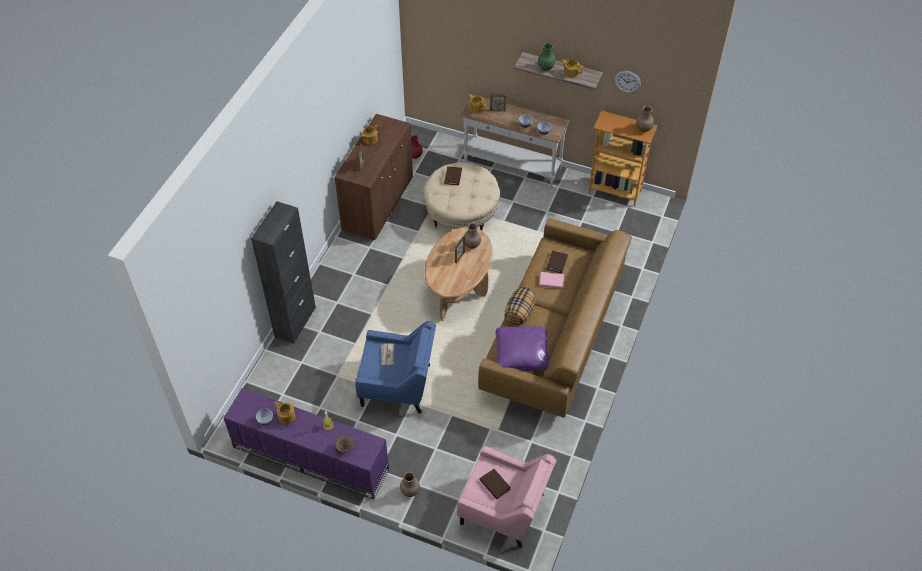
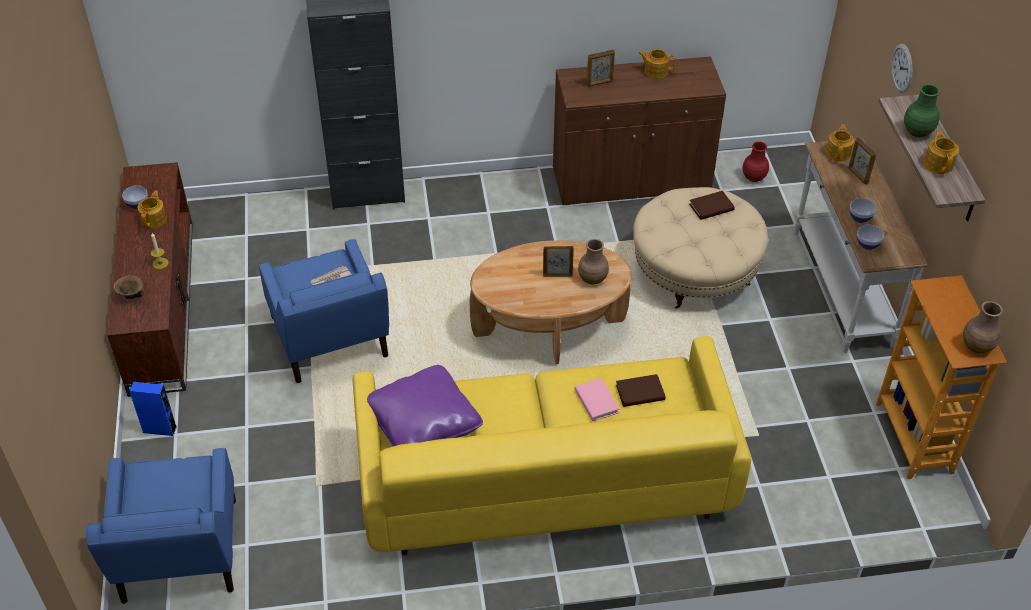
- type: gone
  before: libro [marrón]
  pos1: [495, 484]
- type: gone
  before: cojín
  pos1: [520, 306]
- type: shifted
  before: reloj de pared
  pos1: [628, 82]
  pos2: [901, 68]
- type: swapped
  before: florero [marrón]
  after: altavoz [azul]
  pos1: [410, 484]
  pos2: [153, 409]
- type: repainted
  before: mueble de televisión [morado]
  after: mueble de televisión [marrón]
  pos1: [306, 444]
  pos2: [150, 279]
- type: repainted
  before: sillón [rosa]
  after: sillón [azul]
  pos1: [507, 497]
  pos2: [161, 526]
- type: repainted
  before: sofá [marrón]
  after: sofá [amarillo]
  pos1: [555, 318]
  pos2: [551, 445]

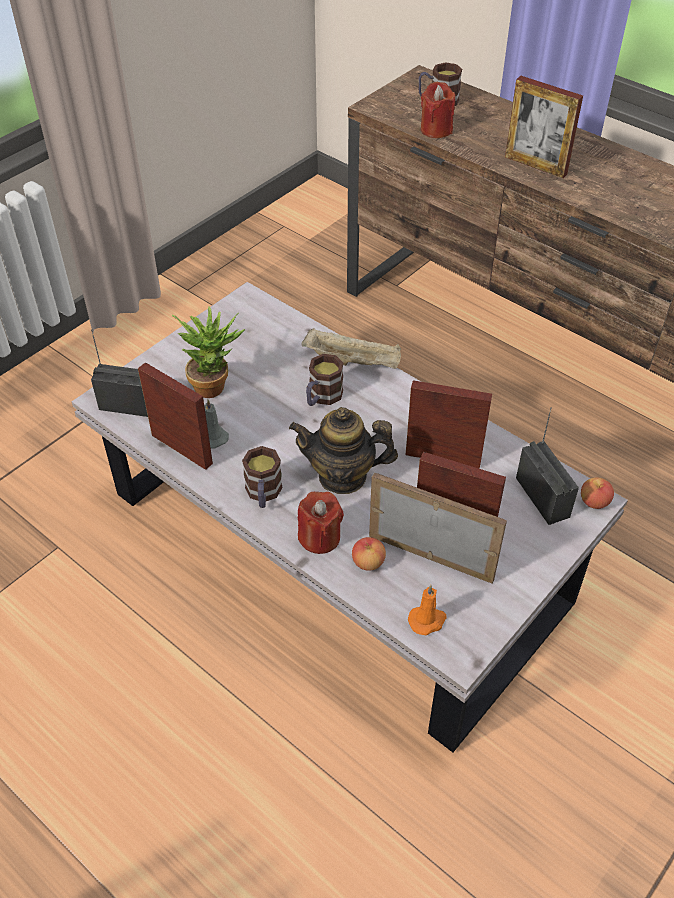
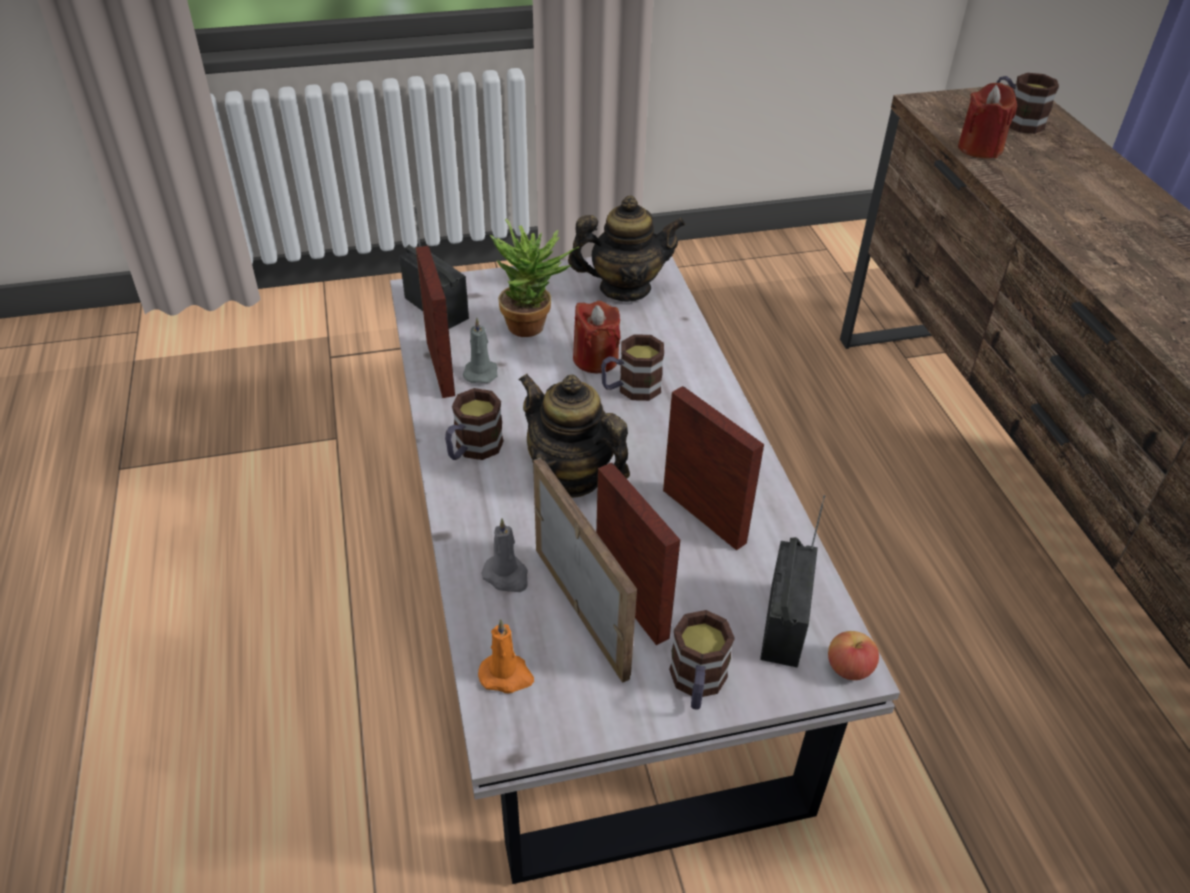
- type: gone
  before: bandeja [beis]
  pos1: [351, 348]
- type: gone
  before: portarretratos
  pos1: [544, 127]
- type: new
  after: tetera
  pos2: [627, 249]
- type: new
  after: taza grande
  pos2: [702, 660]
- type: shifted
  before: vela [rojo]
  pos1: [321, 523]
  pos2: [597, 337]
- type: swapped
  before: manzana
  after: vela [gris]
  pos1: [369, 554]
  pos2: [505, 555]

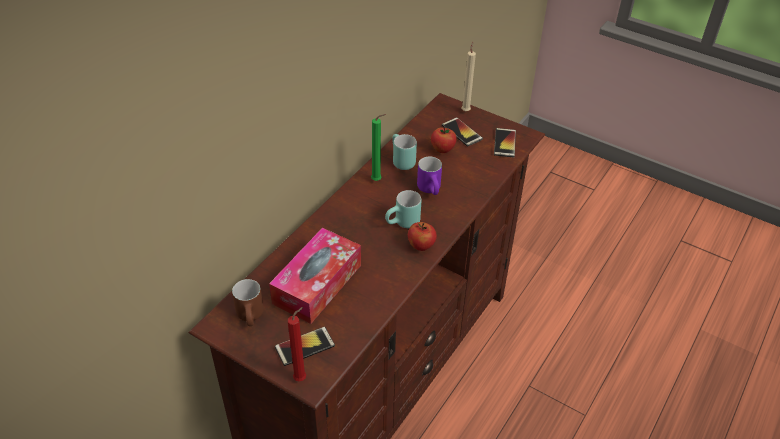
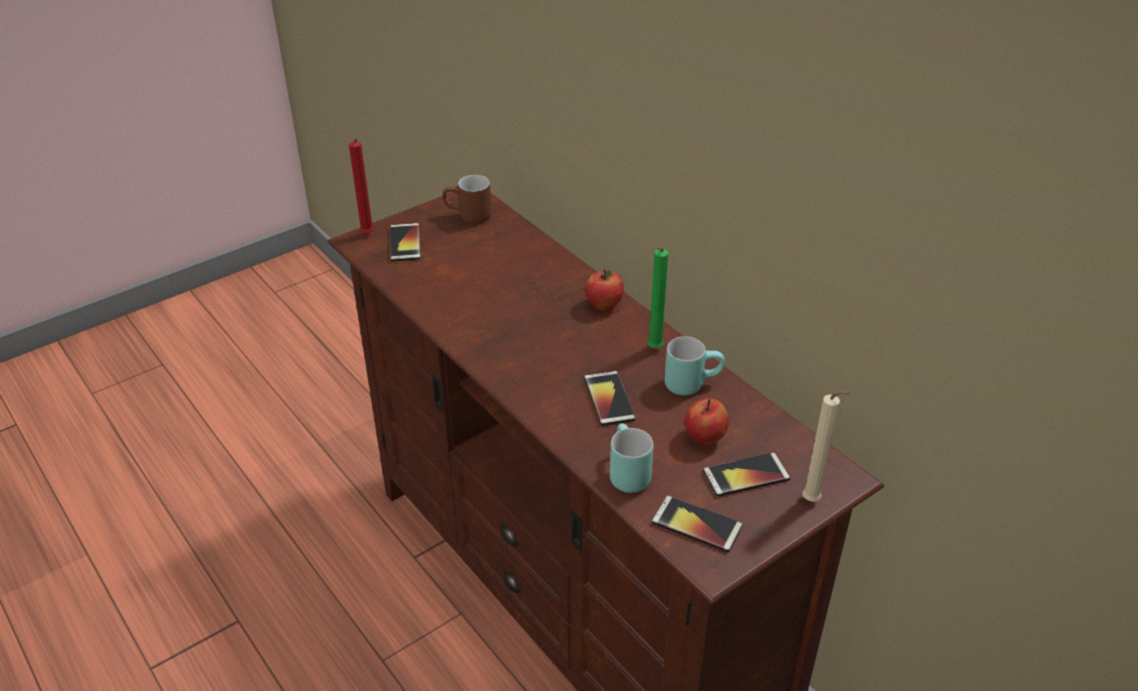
- type: gone
  before: caja de pañuelos
  pos1: [315, 276]
- type: shifted
  before: taza grande [turquesa]
  pos1: [403, 209]
  pos2: [632, 458]
- type: shifted
  before: manzana
  pos1: [422, 236]
  pos2: [604, 290]
- type: swapped
  before: taza grande [morado]
  after: móvil
  pos1: [429, 176]
  pos2: [610, 398]

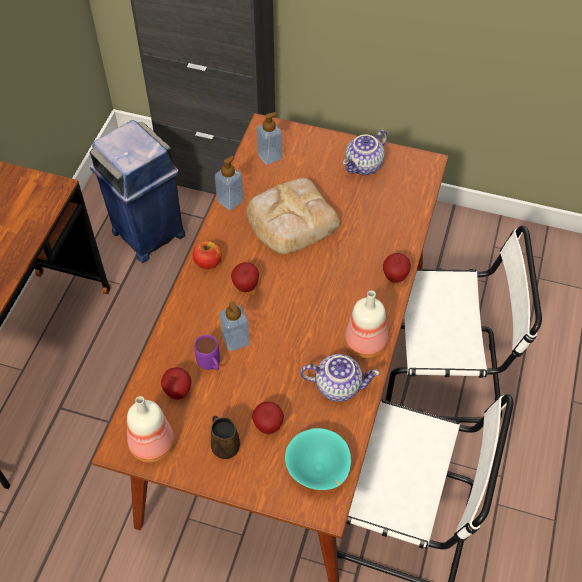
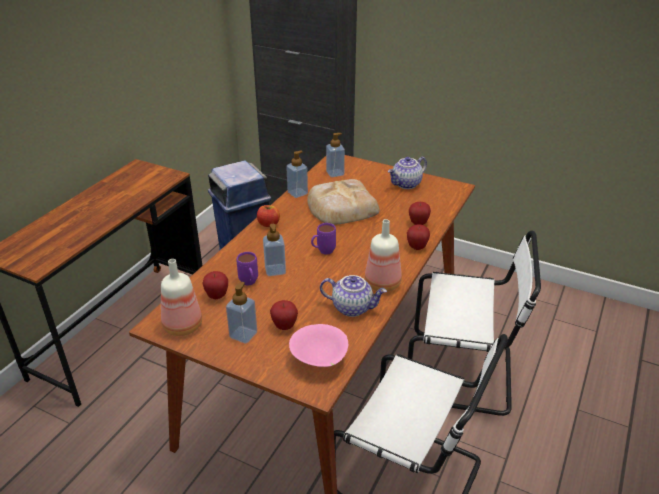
- type: new
  after: taza grande [morado]
  pos2: [323, 239]
- type: shifted
  before: manzana
  pos1: [245, 277]
  pos2: [420, 213]
- type: swapped
  before: taza grande [marrón]
  after: dispensador de jabón
  pos1: [225, 437]
  pos2: [241, 313]
- type: repainted
  before: cuenco [turquesa]
  after: cuenco [rosa]
  pos1: [318, 459]
  pos2: [318, 345]

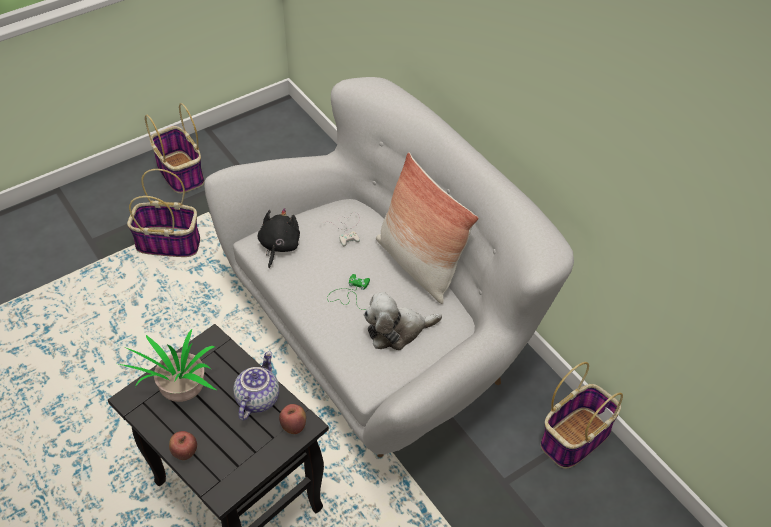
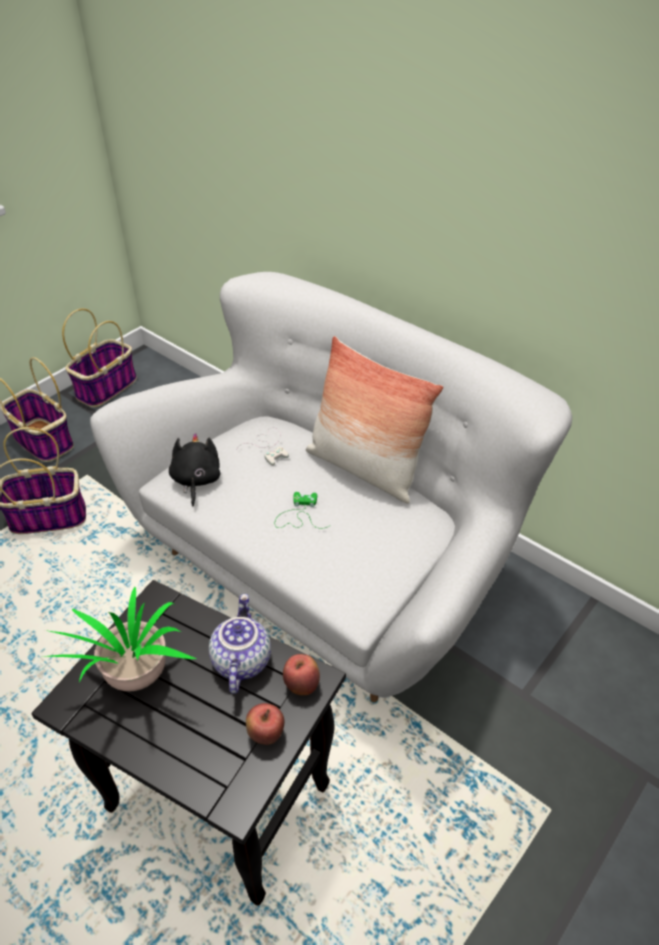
- type: gone
  before: peluche
  pos1: [402, 321]
- type: shifted
  before: manzana
  pos1: [183, 445]
  pos2: [265, 724]
- type: shifted
  before: cesta
  pos1: [582, 415]
  pos2: [99, 357]

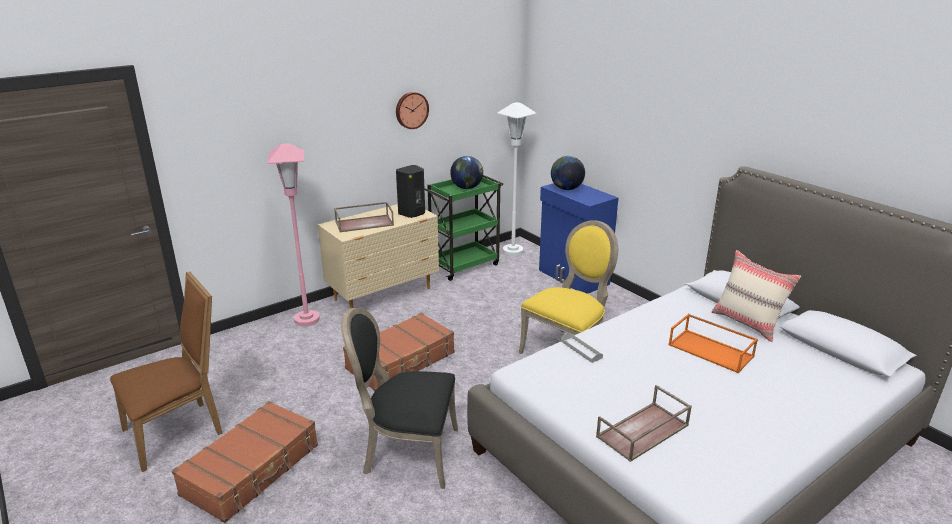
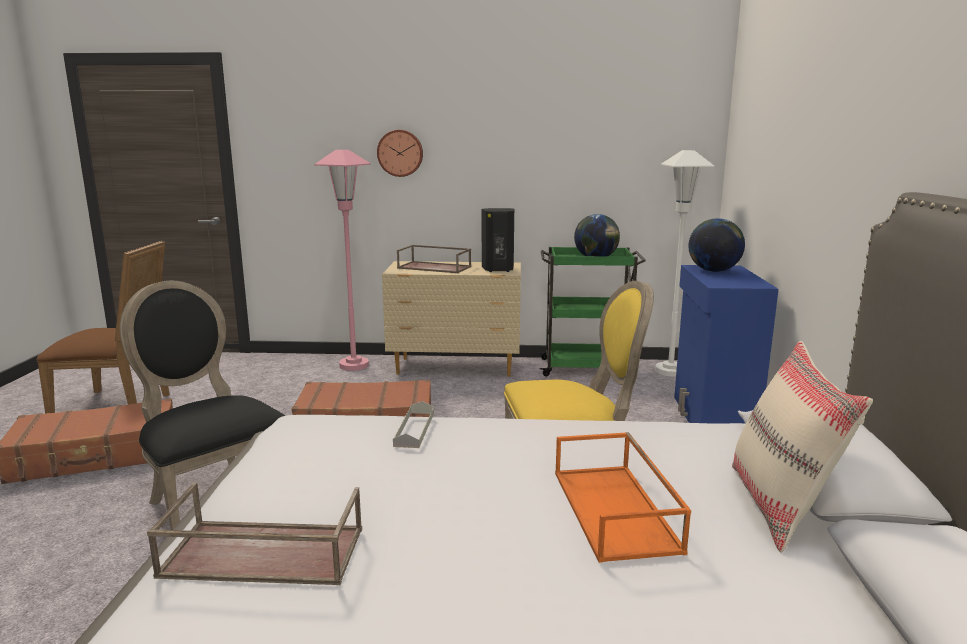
- type: shifted
  before: reloj de pared
  pos1: [412, 110]
  pos2: [400, 153]

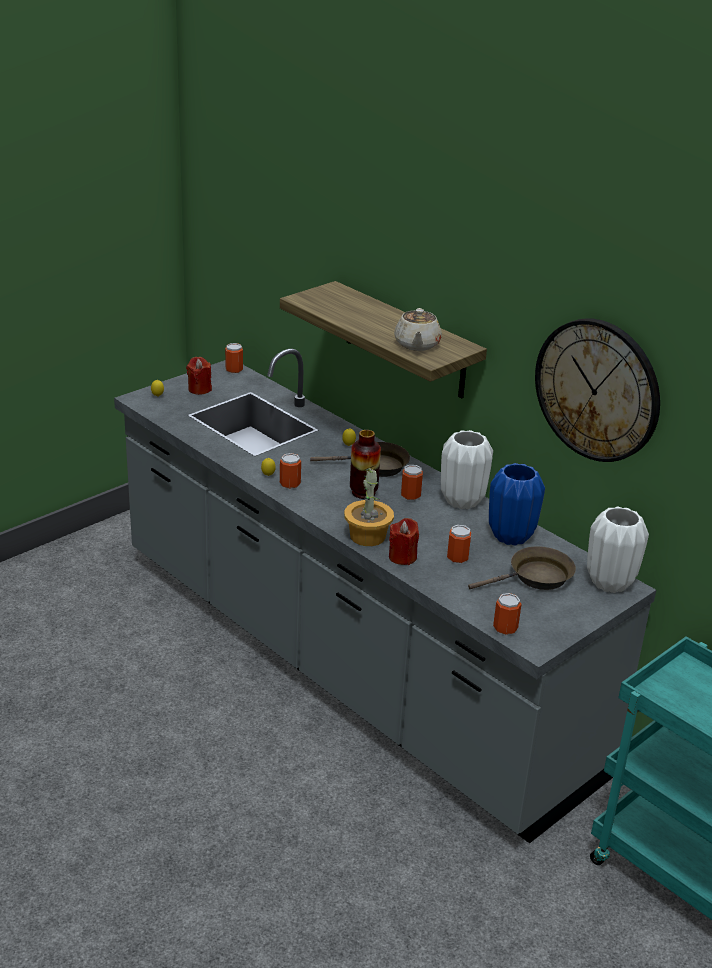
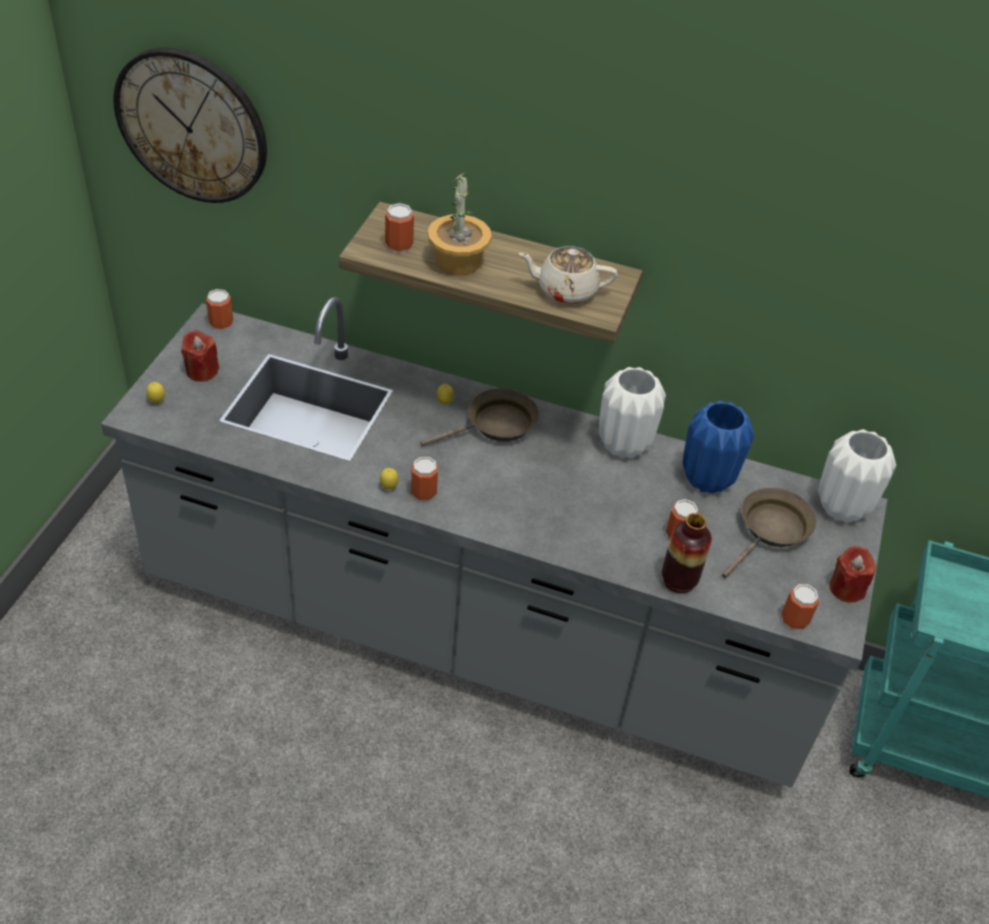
- type: shifted
  before: planta en maceta
  pos1: [369, 505]
  pos2: [459, 223]
- type: shifted
  before: florero
  pos1: [365, 464]
  pos2: [687, 553]
- type: shifted
  before: vela [rojo]
  pos1: [404, 541]
  pos2: [852, 574]
- type: shifted
  before: lata
  pos1: [412, 483]
  pos2: [399, 227]
- type: shifted
  before: reloj de pared
  pos1: [597, 390]
  pos2: [190, 125]
- type: rotated
  before: tetera [beis]
  pos1: [418, 329]
  pos2: [568, 275]
  turn: 120

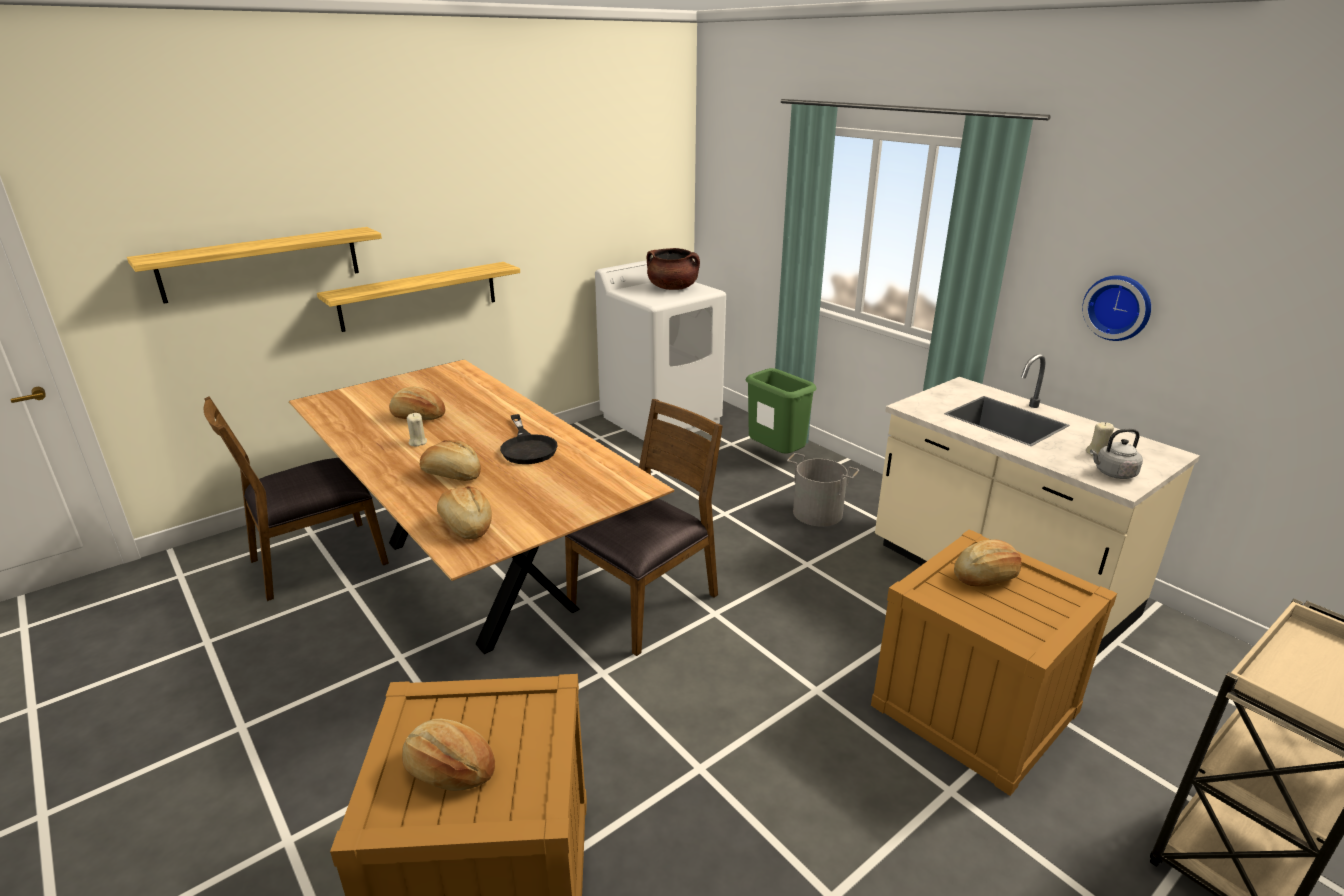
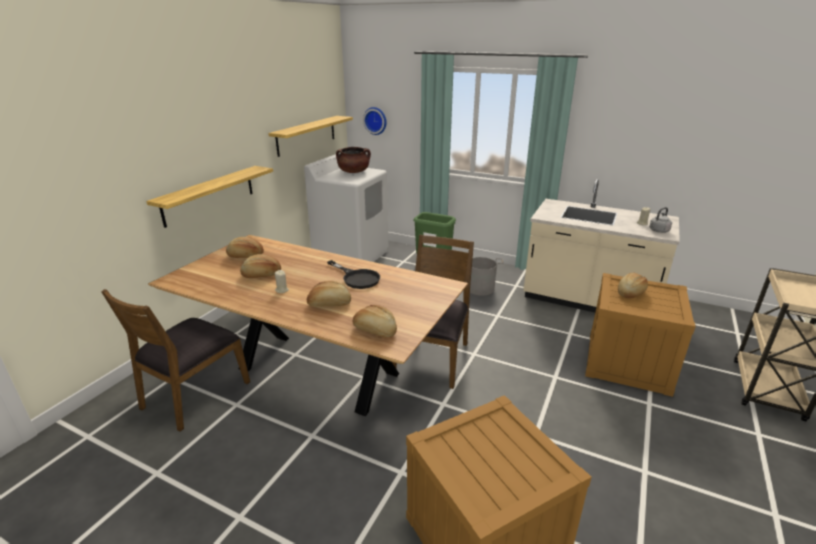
- type: shifted
  before: estante
  pos1: [254, 265]
  pos2: [310, 136]
- type: shifted
  before: pan
  pos1: [448, 755]
  pos2: [245, 247]
- type: shifted
  before: reloj de pared
  pos1: [1116, 308]
  pos2: [375, 121]

